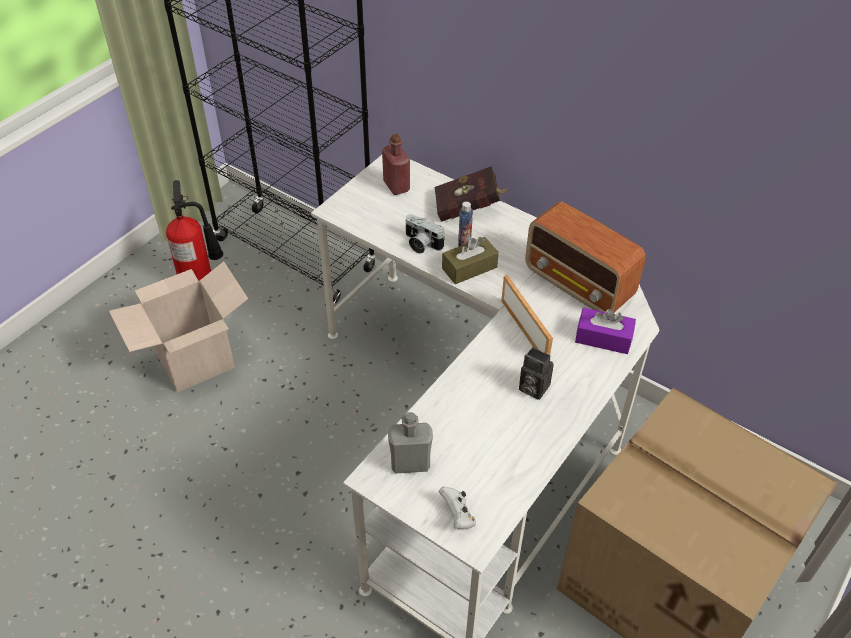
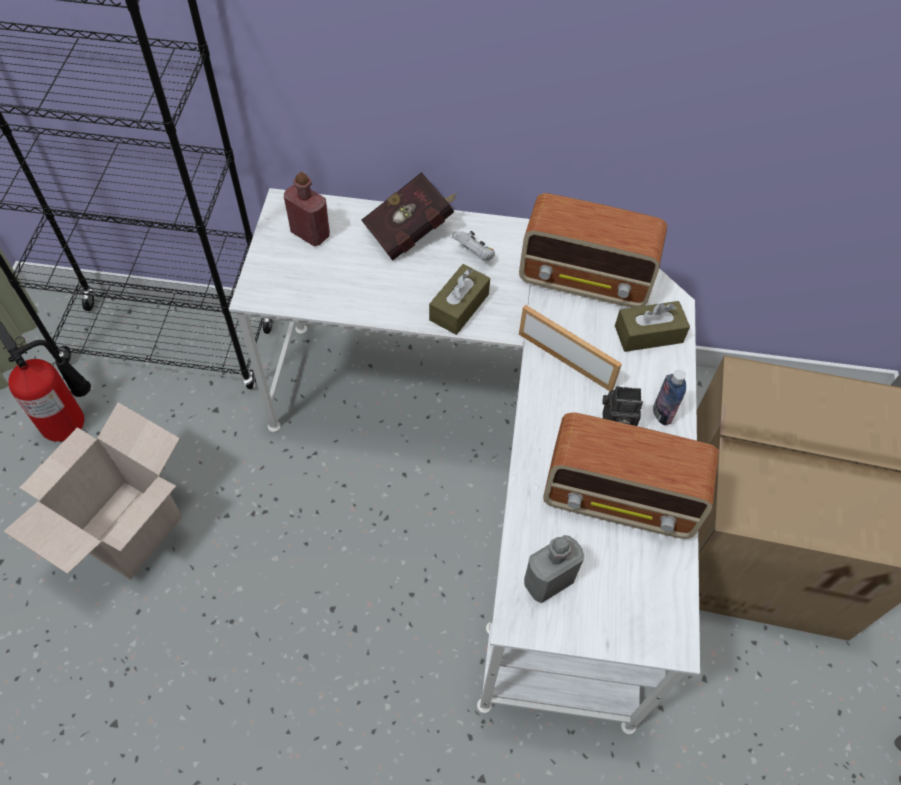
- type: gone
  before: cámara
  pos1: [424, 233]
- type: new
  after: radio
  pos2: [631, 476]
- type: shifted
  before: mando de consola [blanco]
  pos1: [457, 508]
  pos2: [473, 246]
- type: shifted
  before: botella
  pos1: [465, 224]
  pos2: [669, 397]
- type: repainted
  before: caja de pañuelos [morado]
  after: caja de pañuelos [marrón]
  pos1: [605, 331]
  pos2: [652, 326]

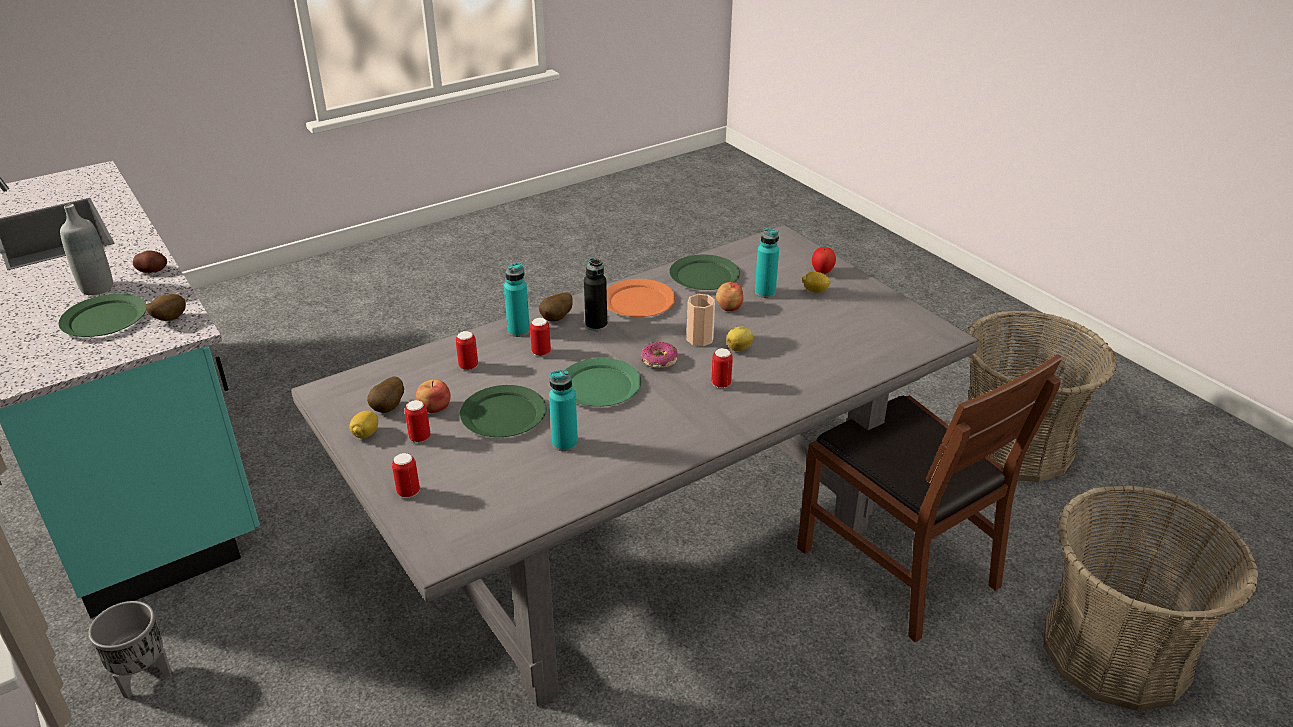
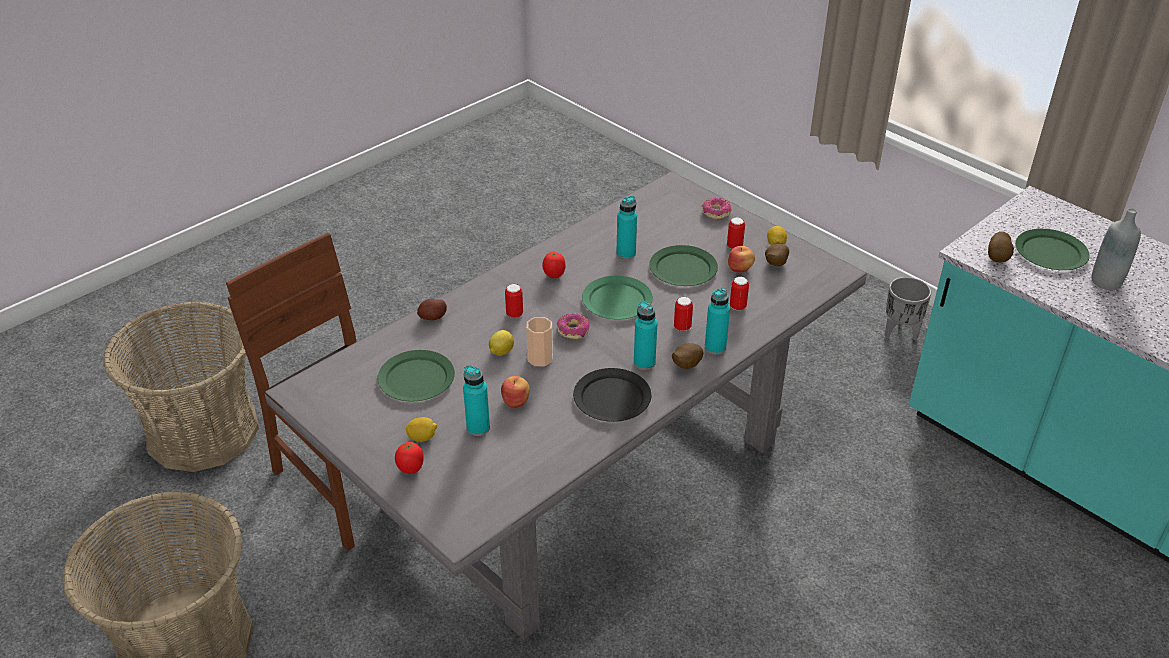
- type: new
  after: tomate
  pos2: [553, 265]
- type: shifted
  before: patata
  pos1: [150, 261]
  pos2: [432, 310]
- type: shifted
  before: plato [verde]
  pos1: [704, 272]
  pos2: [416, 376]
- type: swapped
  before: lata
  after: rosquilla
  pos1: [406, 475]
  pos2: [717, 208]
- type: repainted
  before: botella [negro]
  after: botella [turquesa]
  pos1: [596, 294]
  pos2: [645, 335]
- type: repainted
  before: plato [naranja]
  after: plato [negro]
  pos1: [641, 298]
  pos2: [612, 395]

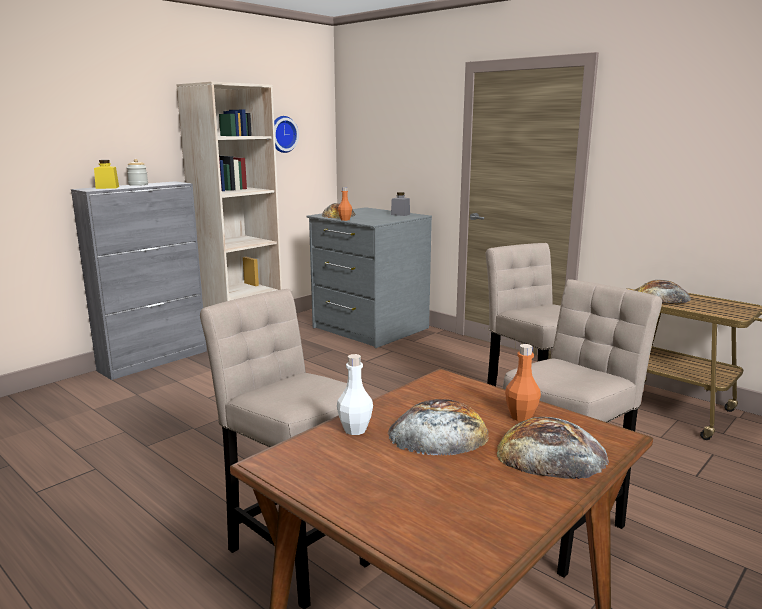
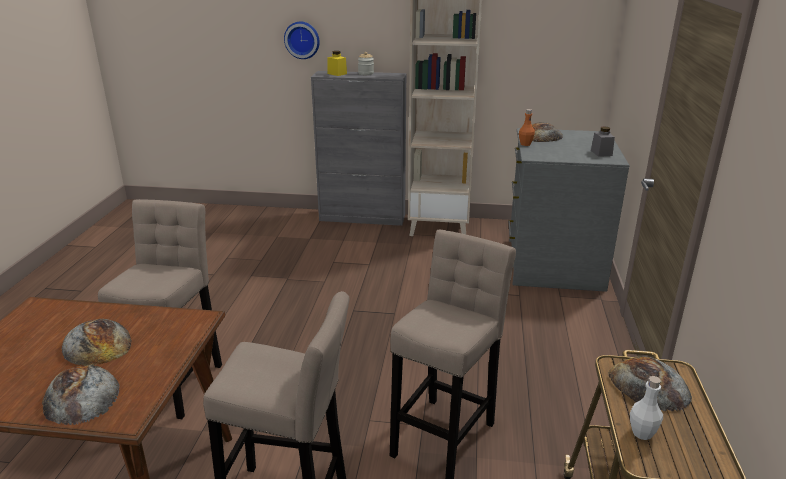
- type: gone
  before: botella [naranja]
  pos1: [523, 382]
- type: shifted
  before: reloj de pared
  pos1: [286, 134]
  pos2: [302, 40]
- type: shifted
  before: botella [blanco]
  pos1: [355, 394]
  pos2: [646, 408]

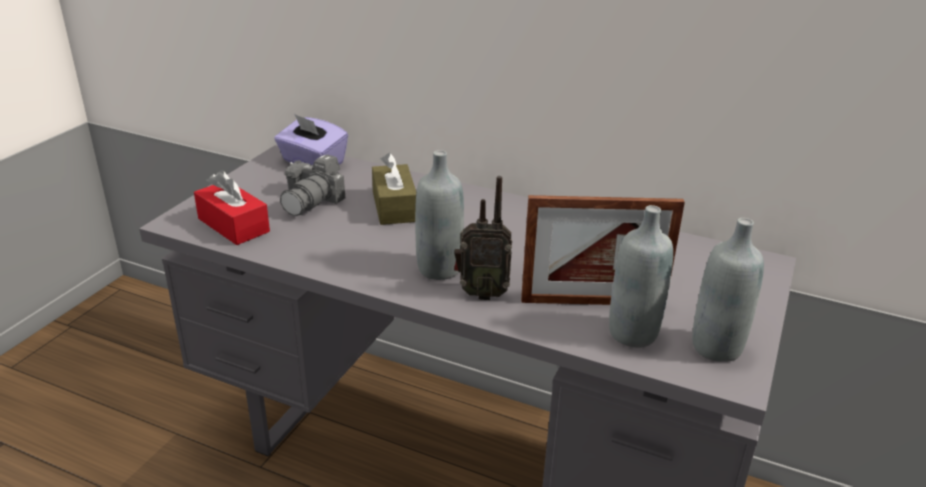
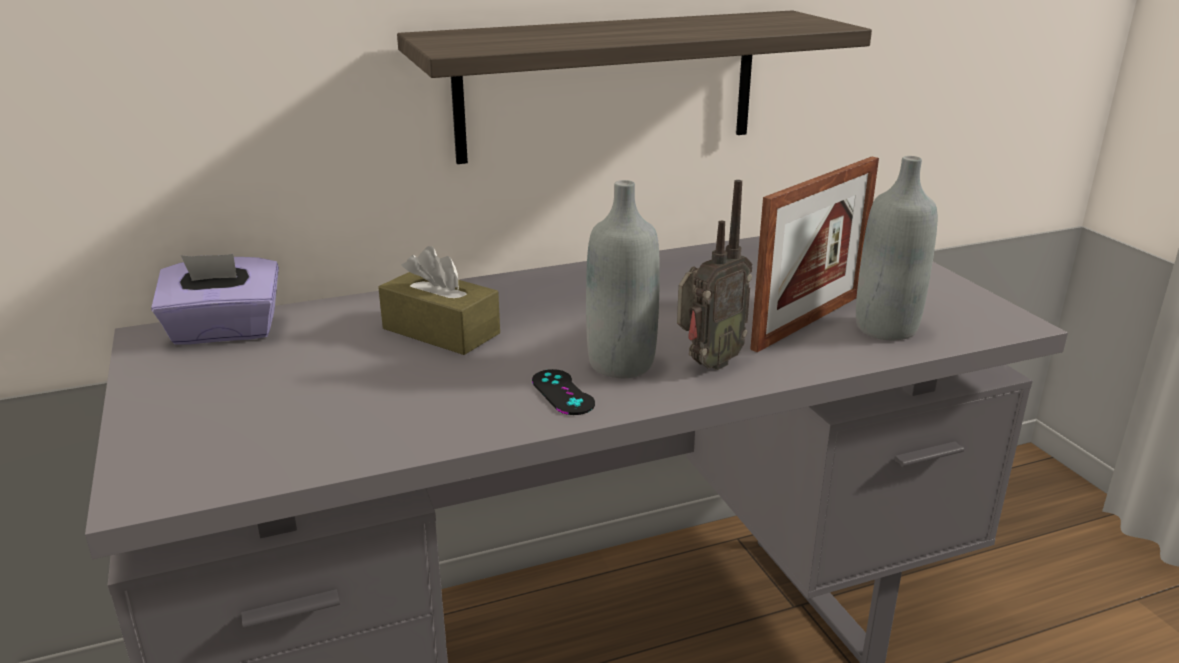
- type: gone
  before: caja de pañuelos [rojo]
  pos1: [232, 207]
- type: gone
  before: cámara
  pos1: [312, 185]
- type: gone
  before: botella [gris]
  pos1: [728, 290]
- type: new
  after: estante
  pos2: [634, 87]
- type: new
  after: mando de consola [negro]
  pos2: [563, 392]

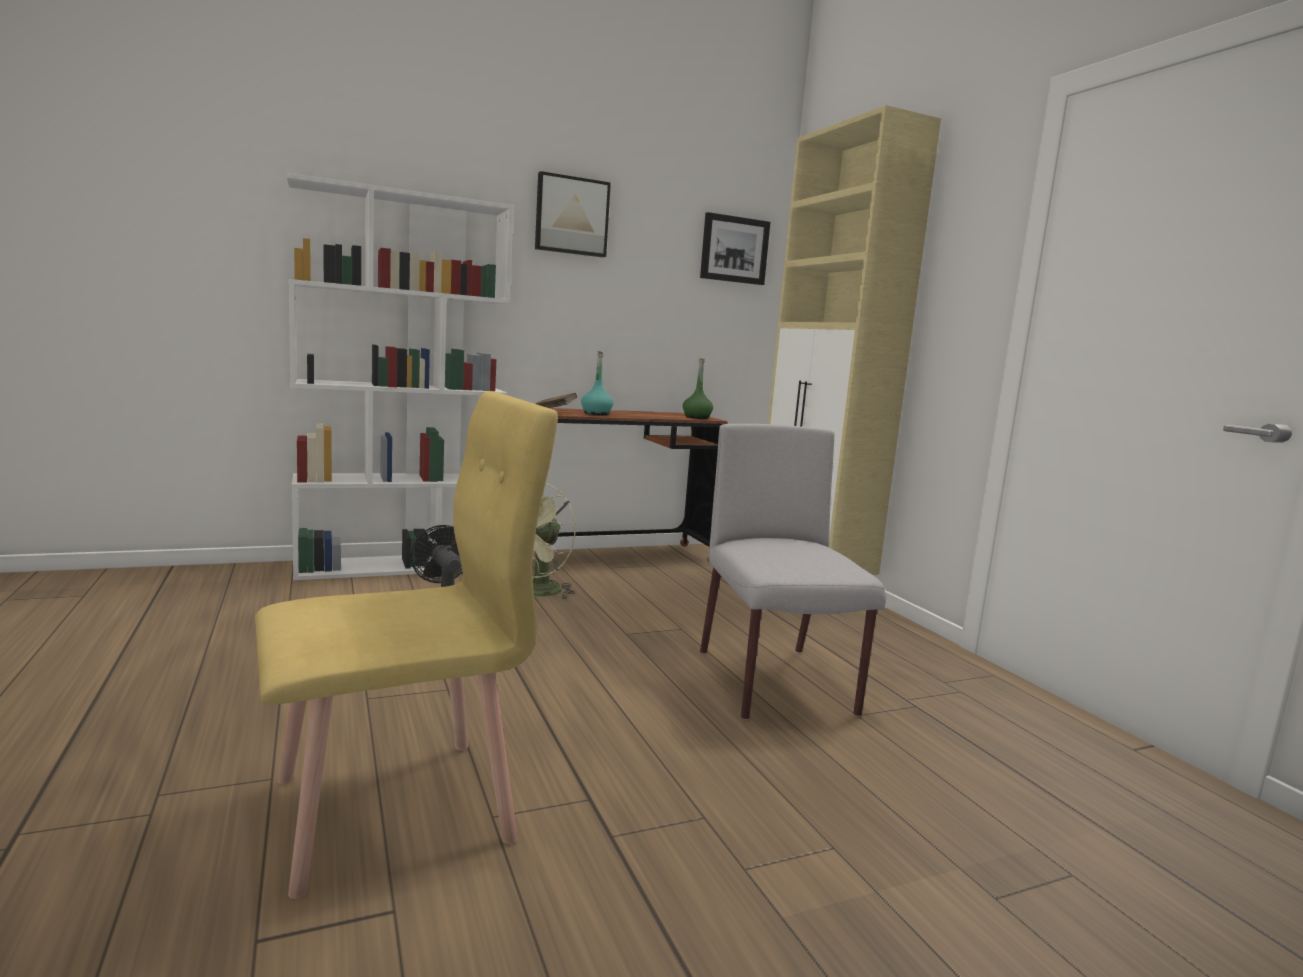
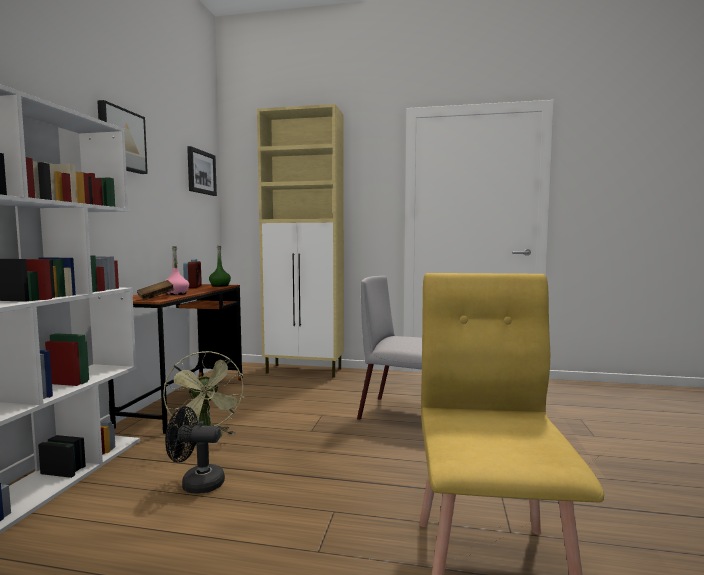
- type: new
  after: despertador
  pos2: [192, 273]
- type: repainted
  before: botella [turquesa]
  after: botella [rosa]
  pos1: [597, 383]
  pos2: [177, 270]

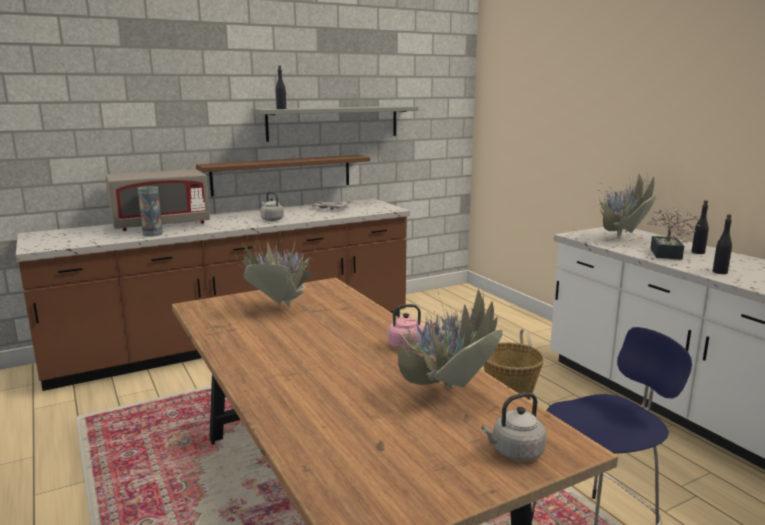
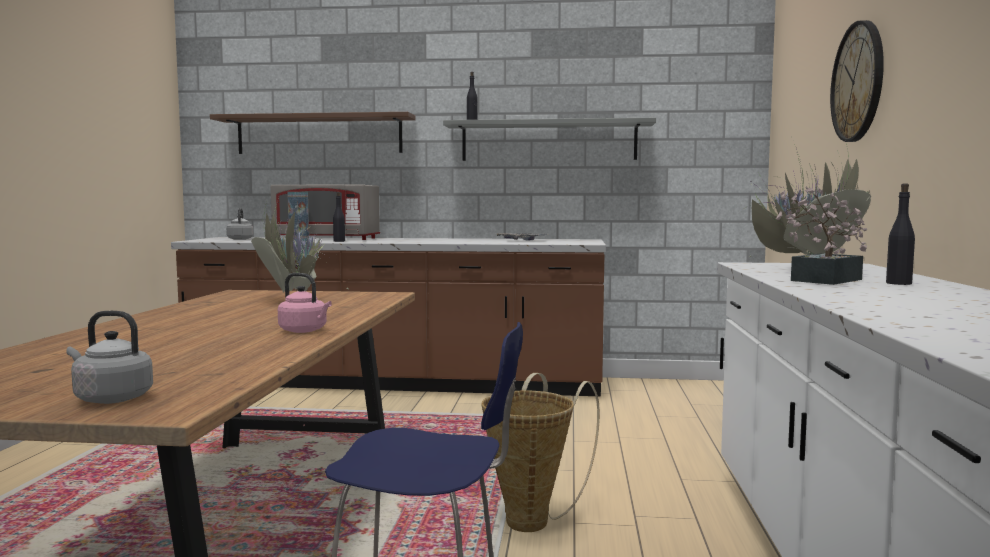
- type: gone
  before: planta en maceta
  pos1: [444, 337]
- type: new
  after: reloj de pared
  pos2: [857, 81]
- type: shifted
  before: estante [marrón]
  pos1: [283, 176]
  pos2: [312, 133]
- type: shifted
  before: hervidor [gris]
  pos1: [272, 206]
  pos2: [240, 224]
- type: shifted
  before: botella [negro]
  pos1: [722, 244]
  pos2: [339, 217]

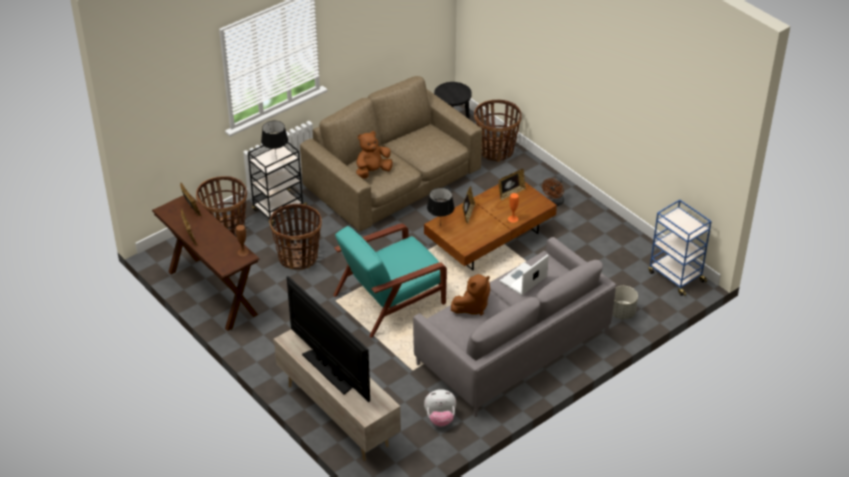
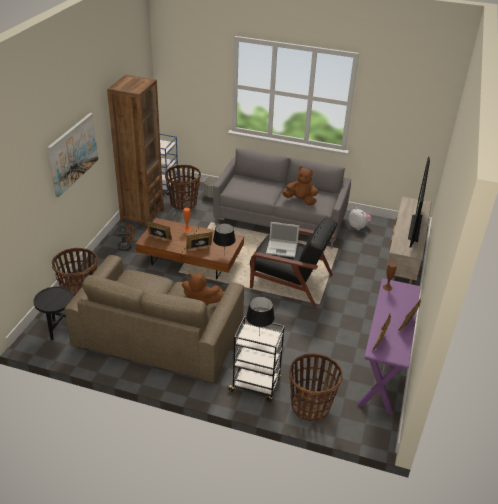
- type: new
  after: cuadro
  pos2: [72, 155]
- type: new
  after: estantería [marrón]
  pos2: [135, 151]
- type: shifted
  before: cesta
  pos1: [295, 237]
  pos2: [183, 187]
- type: shifted
  before: portátil
  pos1: [524, 274]
  pos2: [282, 240]
- type: repainted
  before: mesa consola [marrón]
  after: mesa consola [morado]
  pos1: [206, 263]
  pos2: [389, 346]
- type: repainted
  before: sillón [turquesa]
  after: sillón [negro]
  pos1: [390, 280]
  pos2: [293, 262]

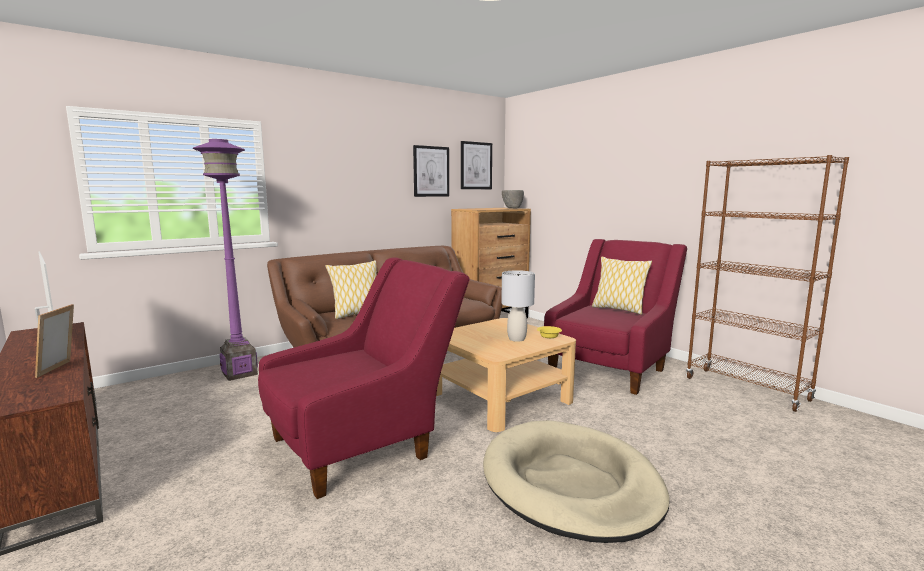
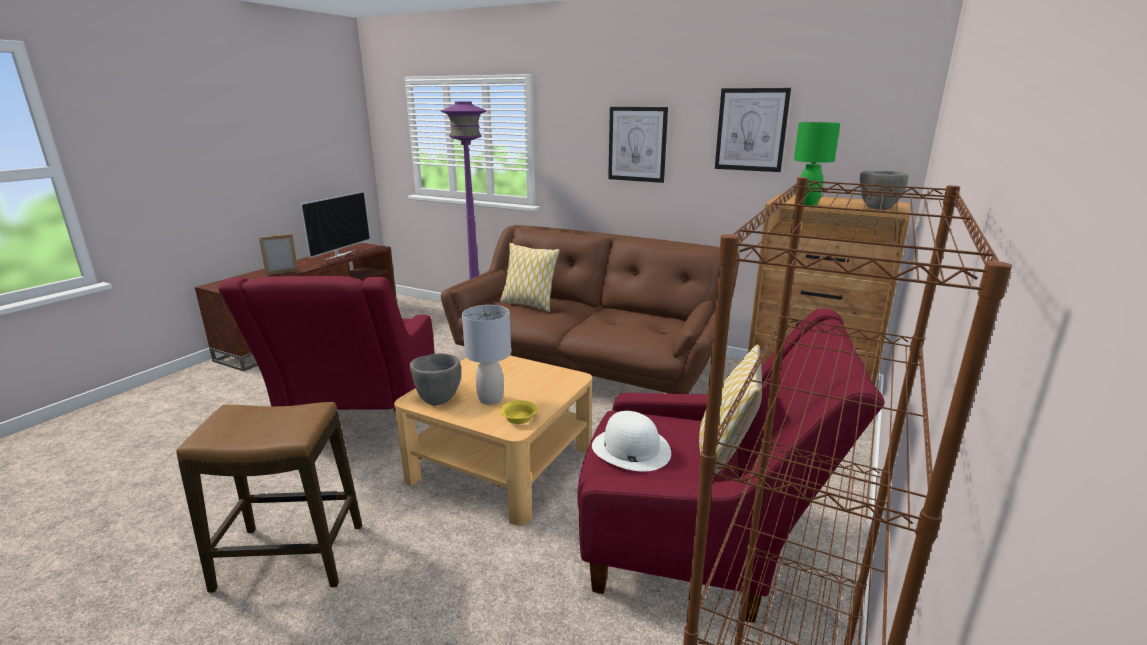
- type: new
  after: cuenco [gris]
  pos2: [435, 379]
- type: new
  after: sombrero [blanco]
  pos2: [631, 441]
- type: new
  after: lámpara de mesa [verde]
  pos2: [817, 164]
- type: shifted
  before: cuadro
  pos1: [476, 165]
  pos2: [638, 145]
- type: swapped
  before: cama para perro [beis]
  after: taburete
  pos1: [576, 481]
  pos2: [269, 497]
- type: rotated
  before: sillón [rojo]
  pos1: [364, 378]
  pos2: [326, 343]
  turn: 60

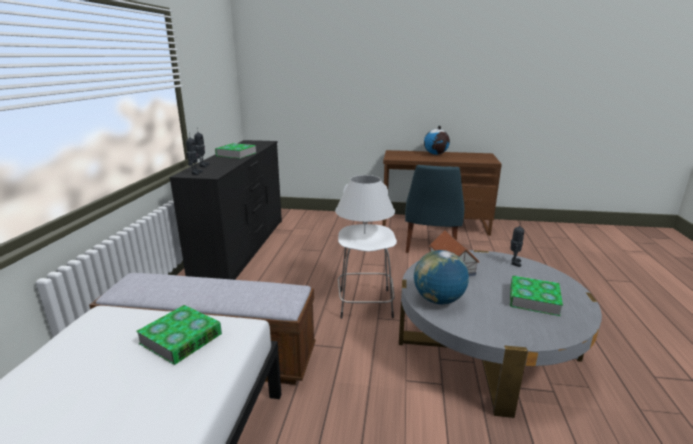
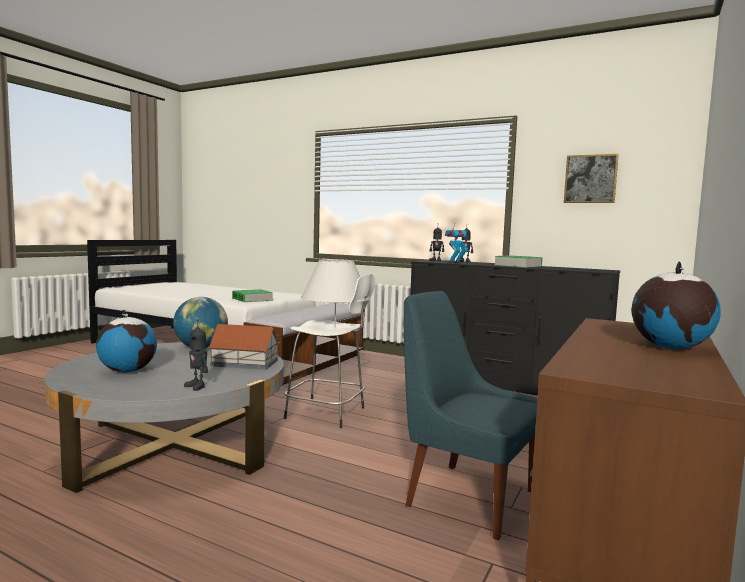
- type: new
  after: robot de juguete
  pos2: [457, 243]
- type: new
  after: cuadro
  pos2: [591, 178]
- type: swapped
  before: libro
  after: globo terráqueo
  pos1: [536, 296]
  pos2: [126, 340]

